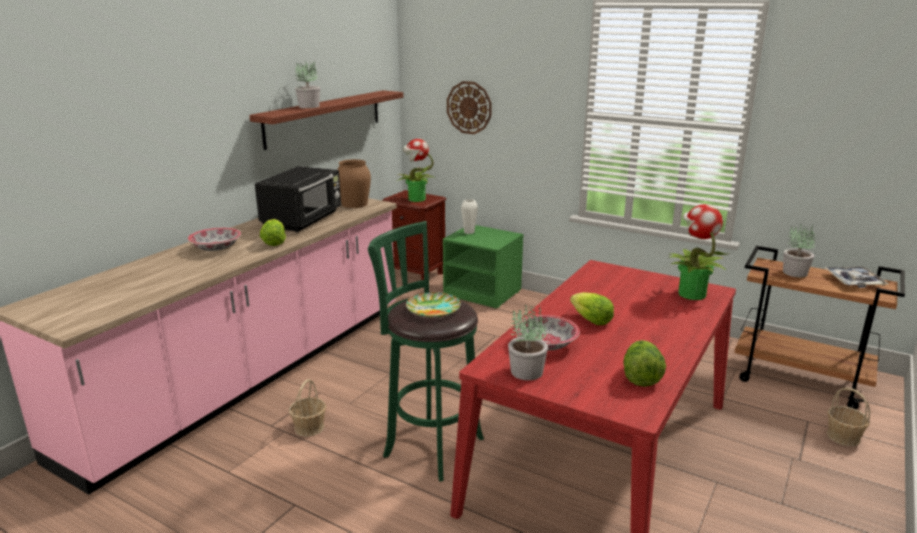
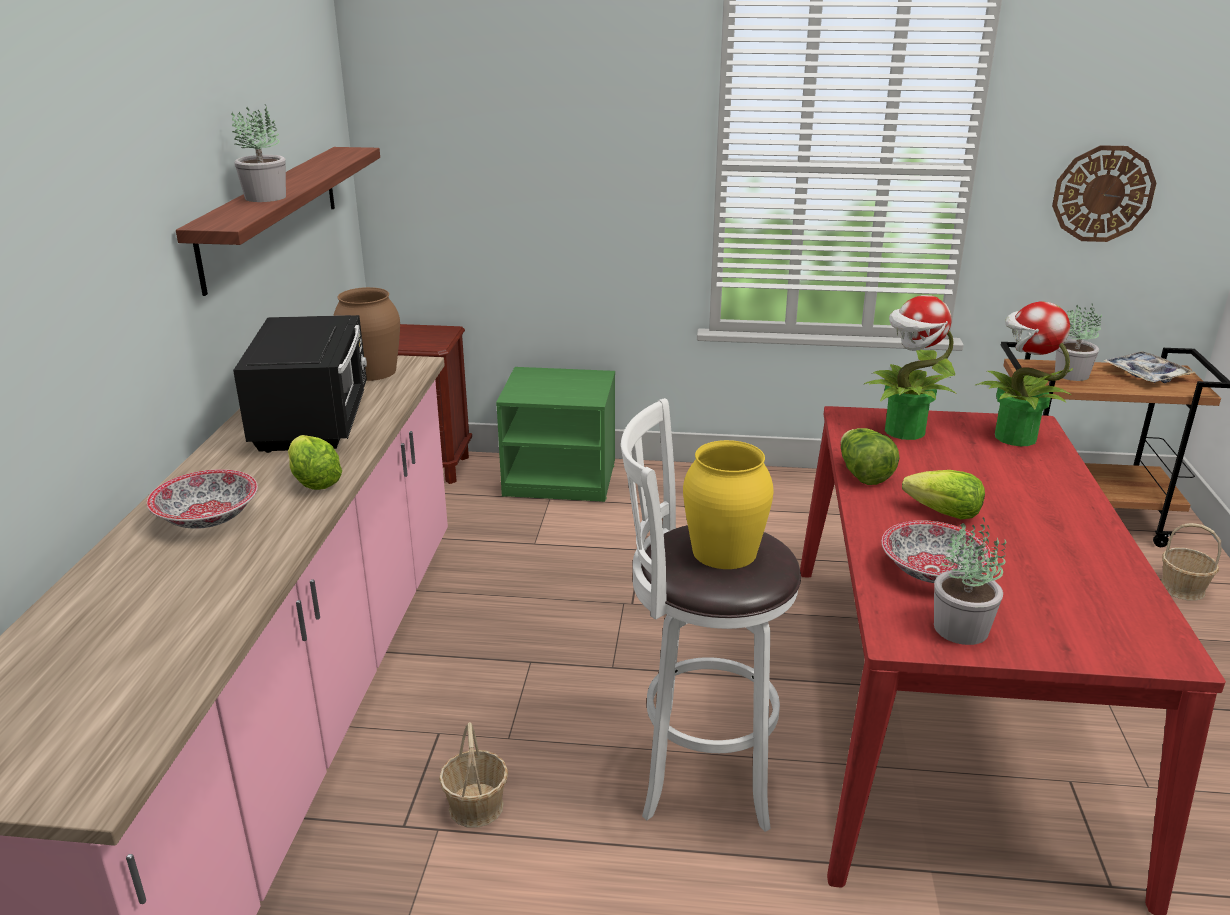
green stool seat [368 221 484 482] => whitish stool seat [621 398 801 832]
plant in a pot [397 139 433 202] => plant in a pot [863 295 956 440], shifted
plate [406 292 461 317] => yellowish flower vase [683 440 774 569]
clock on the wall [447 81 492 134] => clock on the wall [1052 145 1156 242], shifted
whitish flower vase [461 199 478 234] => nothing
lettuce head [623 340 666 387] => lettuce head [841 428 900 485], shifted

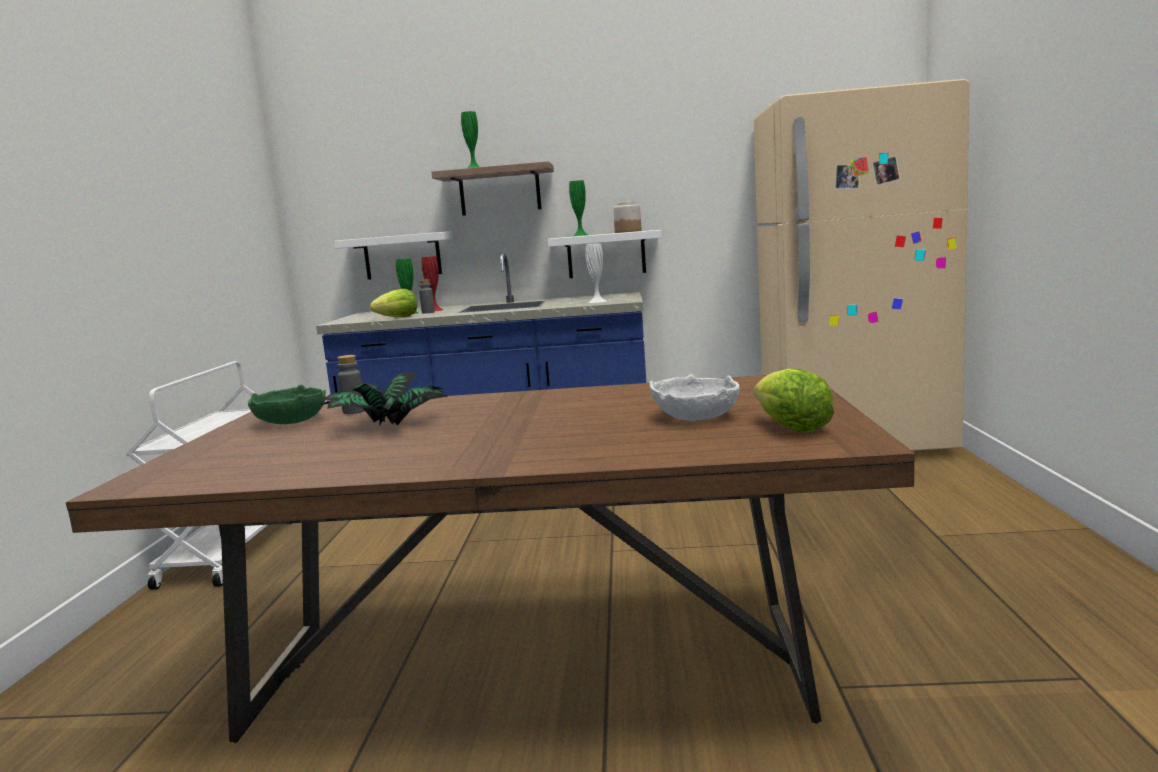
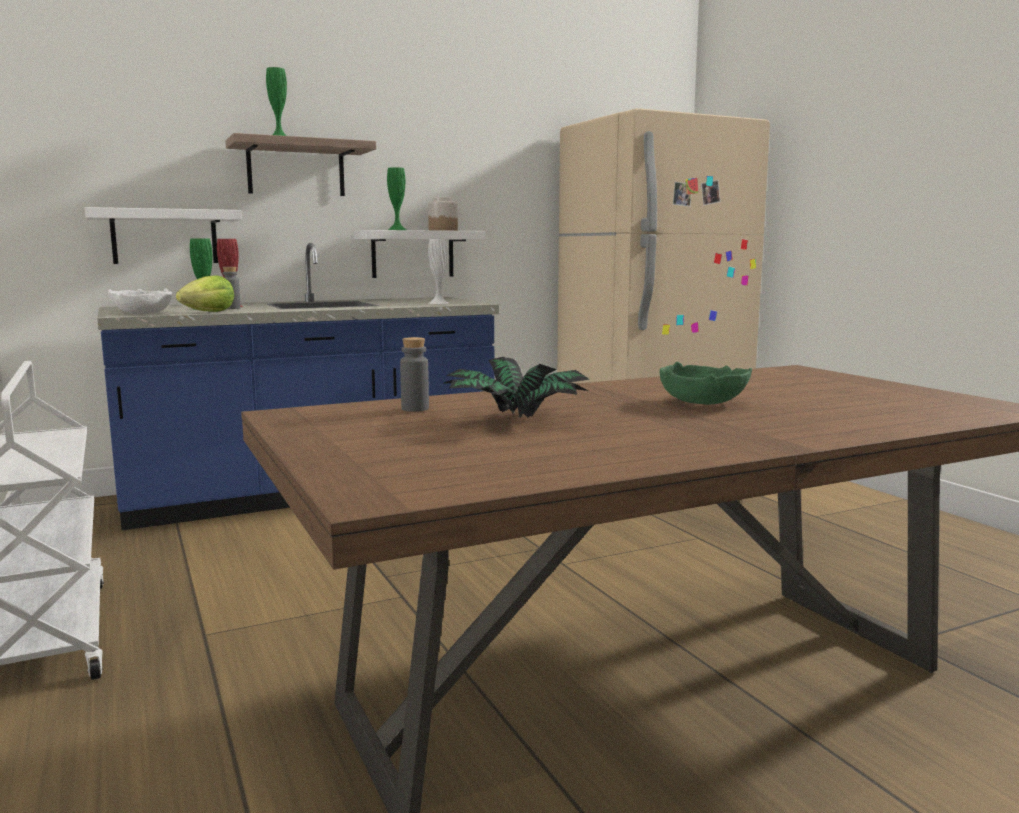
green deep dish [248 385 326 424] => green deep dish [660 362 752 405], shifted
whitish deep dish [649 374 740 421] => whitish deep dish [108 289 172 314], shifted
lettuce head [754 368 834 432] => nothing

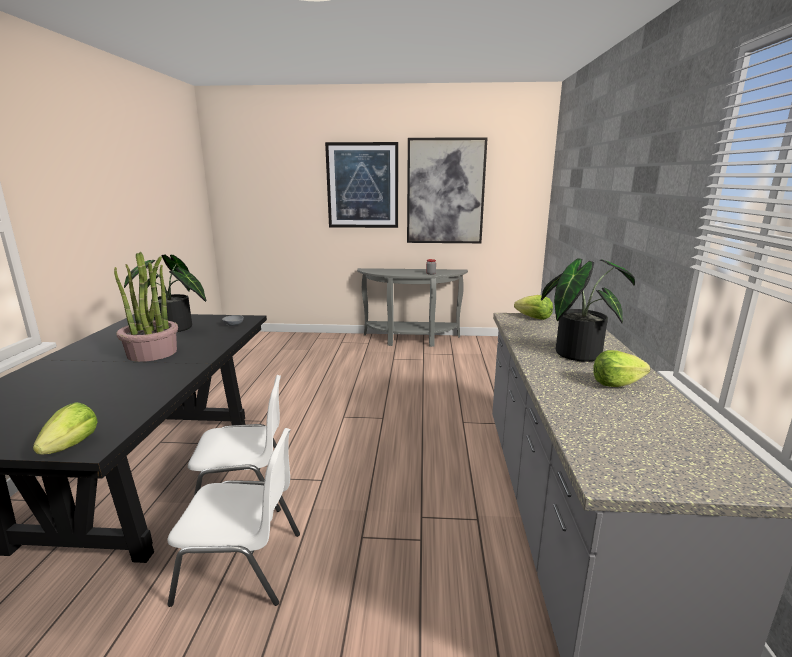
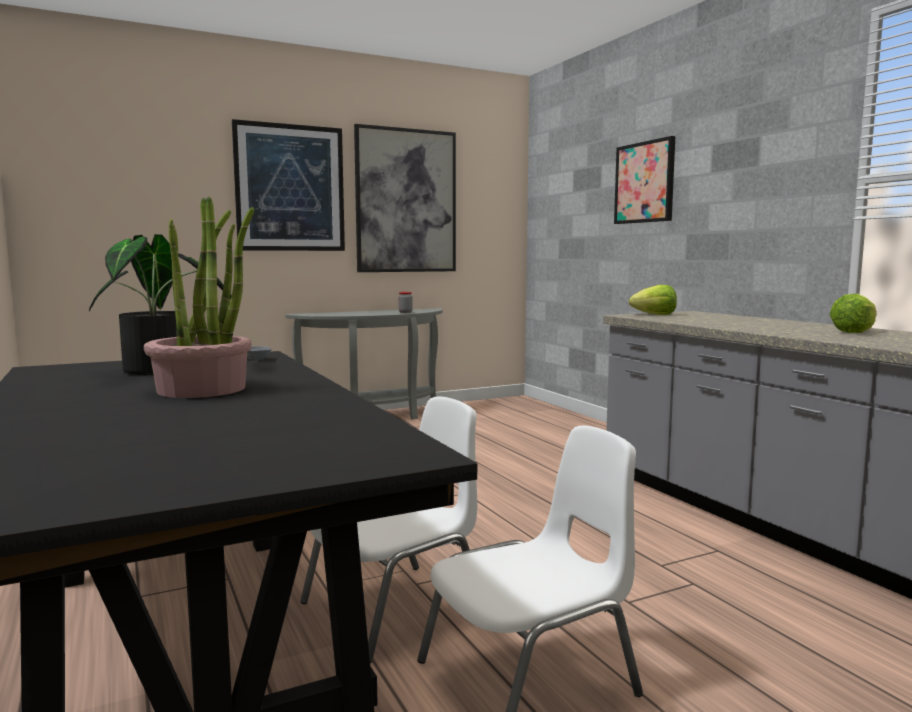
lettuce head [33 402 97 454] => nothing
plant in a pot [541 258 635 362] => nothing
nothing => wall art [614 136 675 224]

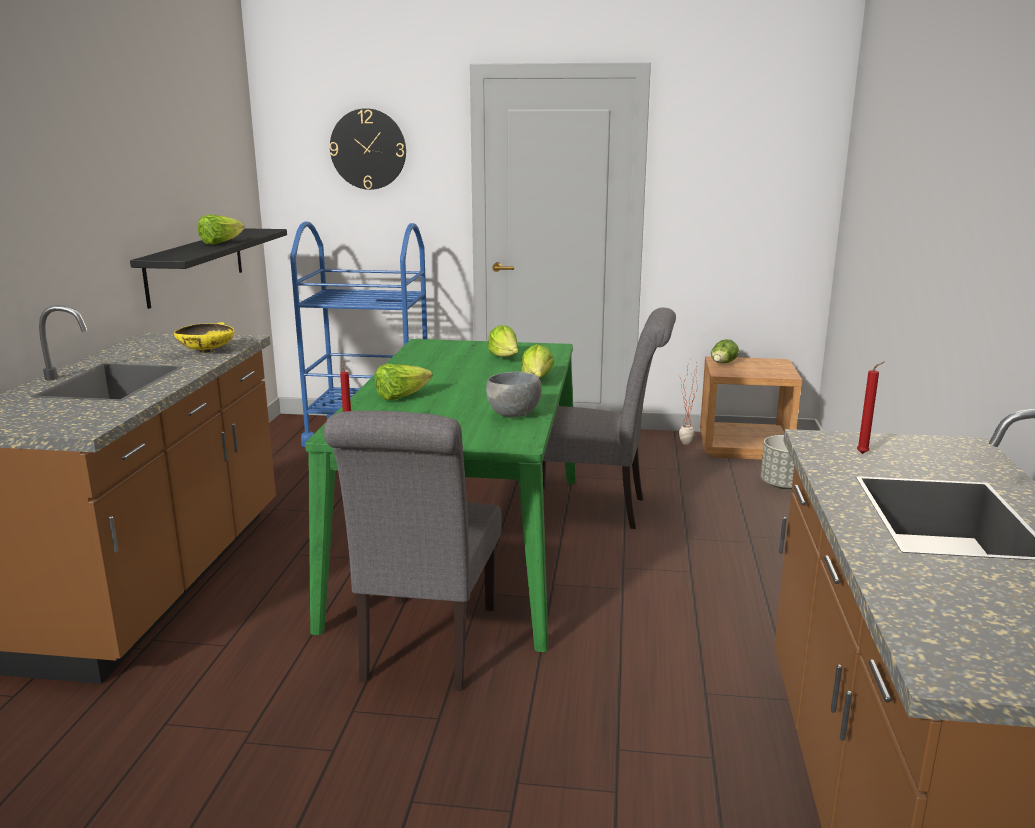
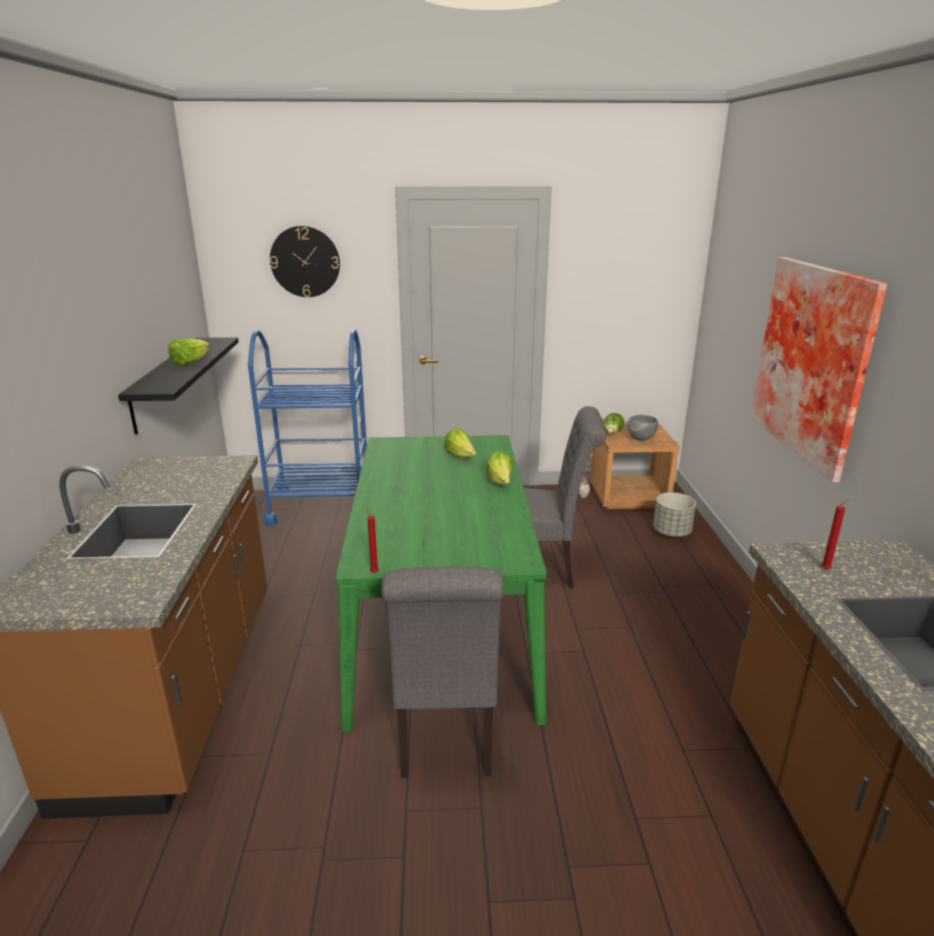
yellowish deep dish [174 322 235 353] => nothing
lettuce head [375 364 433 400] => nothing
grey deep dish [486 371 542 417] => grey deep dish [627 415 658 440], shifted
nothing => wall art [750 257 887 482]

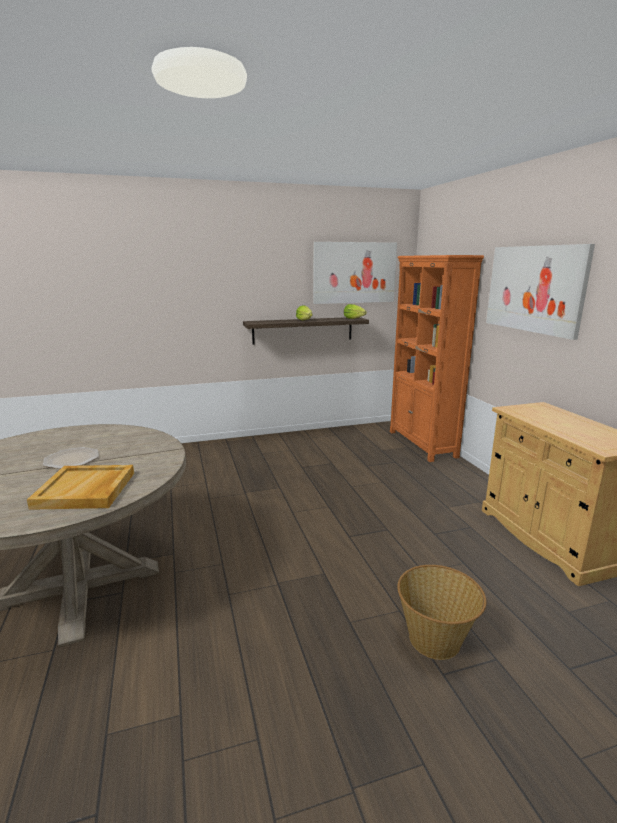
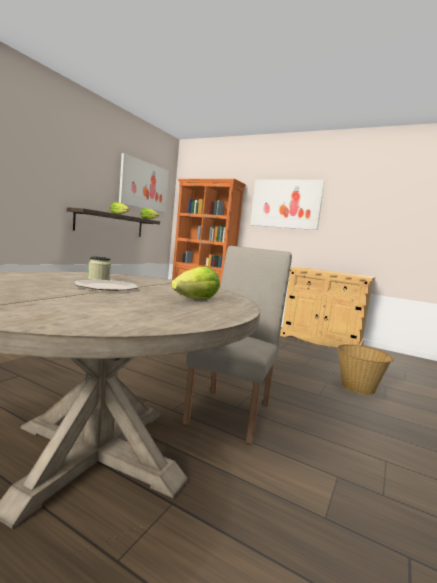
beige-coloured carrying tray [27 465 134 510] => lettuce head [171 266 220 299]
nothing => preserve jar [88 256 111 280]
nothing => beige-coloured chair [182 246 292 444]

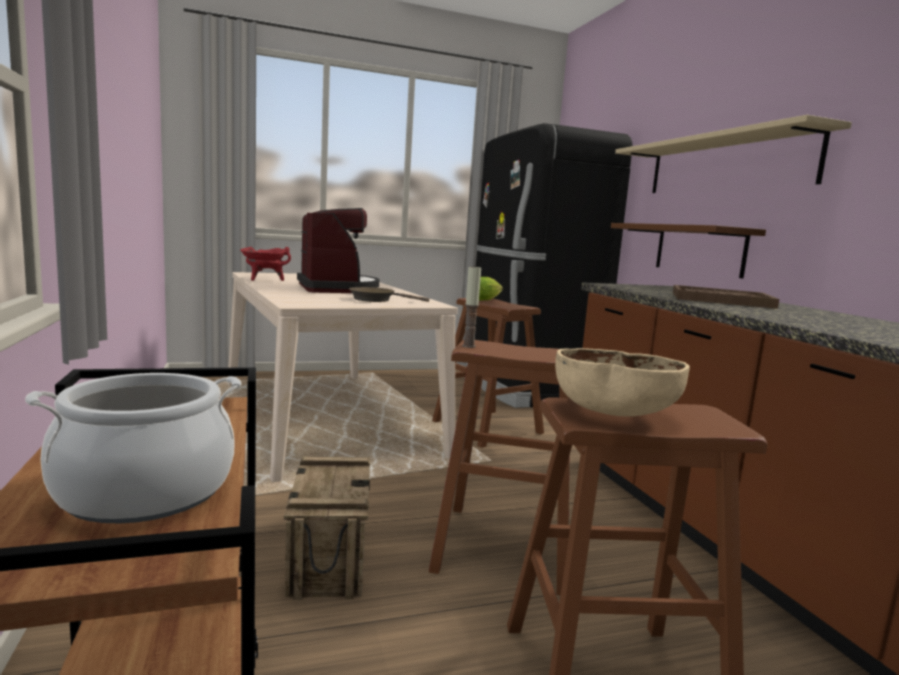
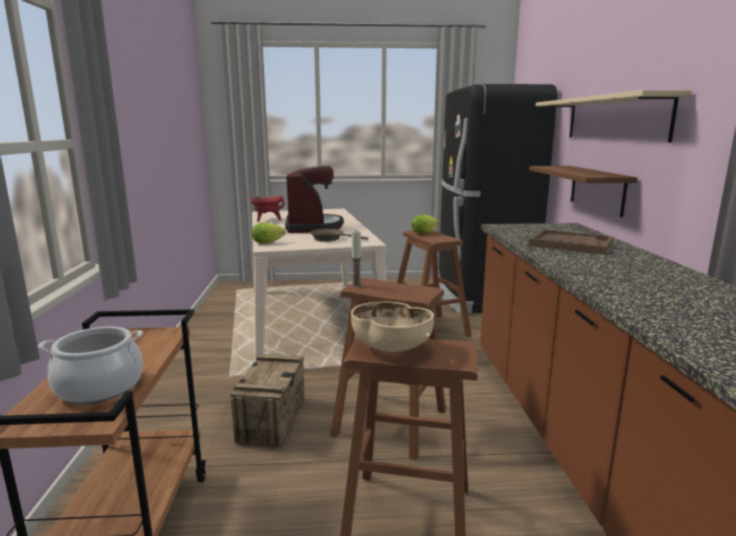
nothing => lettuce head [252 223 286 243]

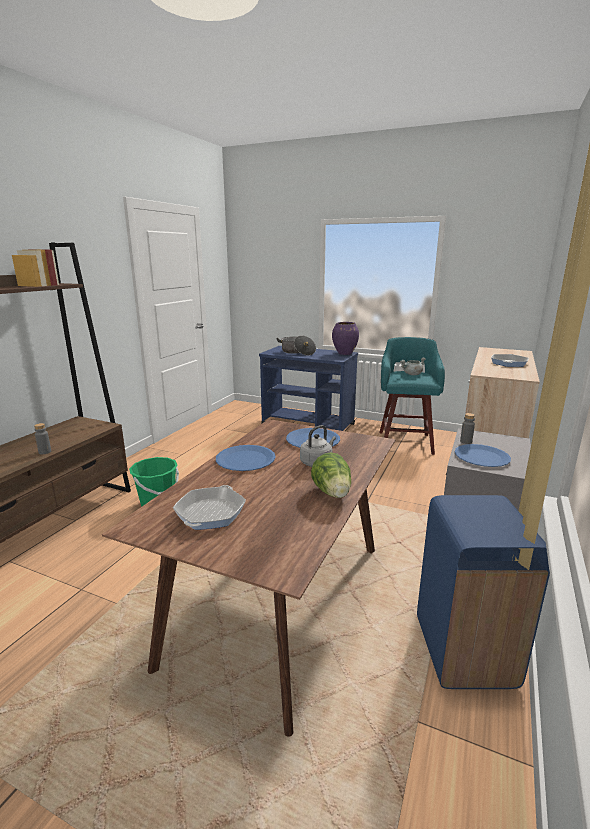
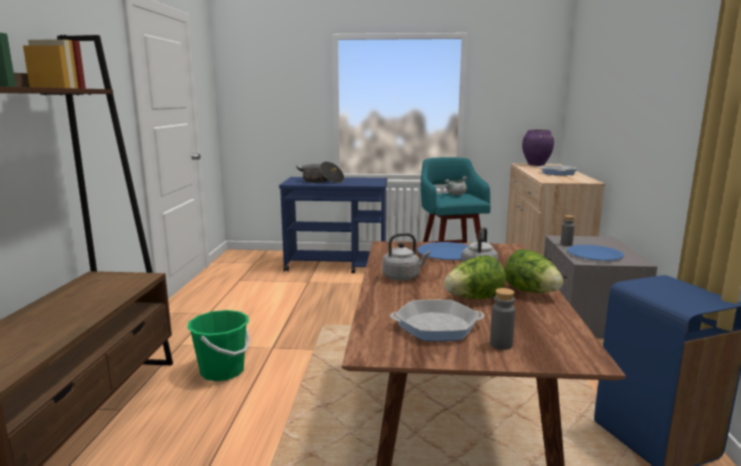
grey bottle [34 423 51 454] => grey bottle [490 288 515 350], shifted
pan [173 485 246 530] => pan [390 300 485 341], 90 degrees counterclockwise
blue plate [216 445 276 471] => grey water kettle [382 233 430 281]
purple flower vase [332 322 359 355] => purple flower vase [522 130 554 166], shifted
nothing => lettuce head [444 255 506 299]

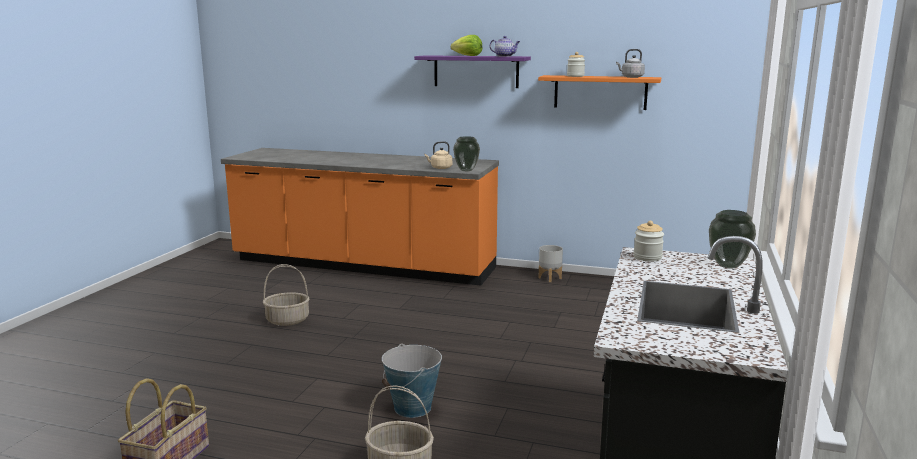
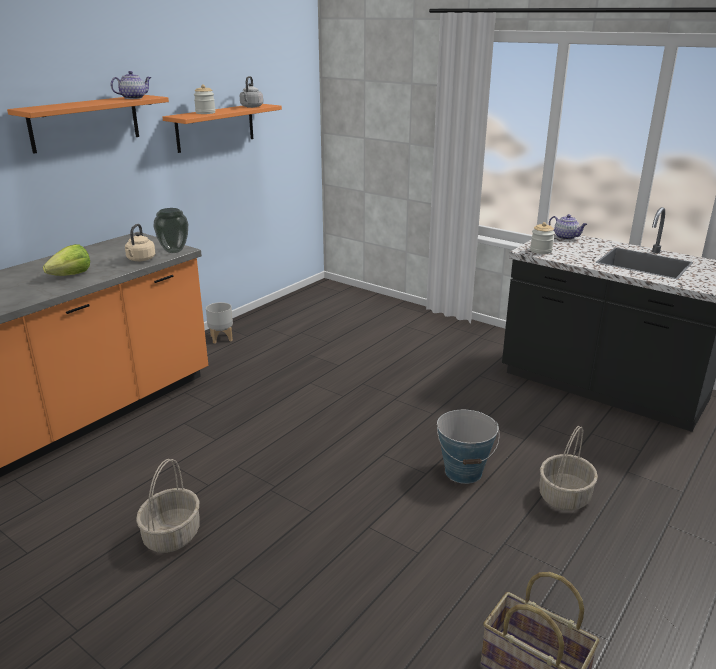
purple wall shelf [414 55 531 88] => orangey wall shelf [7 95 169 154]
lettuce head [451 35 482 56] => lettuce head [43 244 90 276], shifted
flower vase [709 210 756 269] => pot for tea [549 214 587 240]

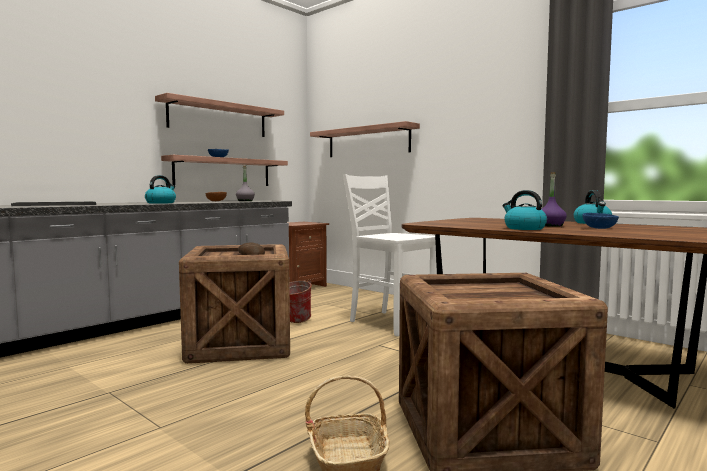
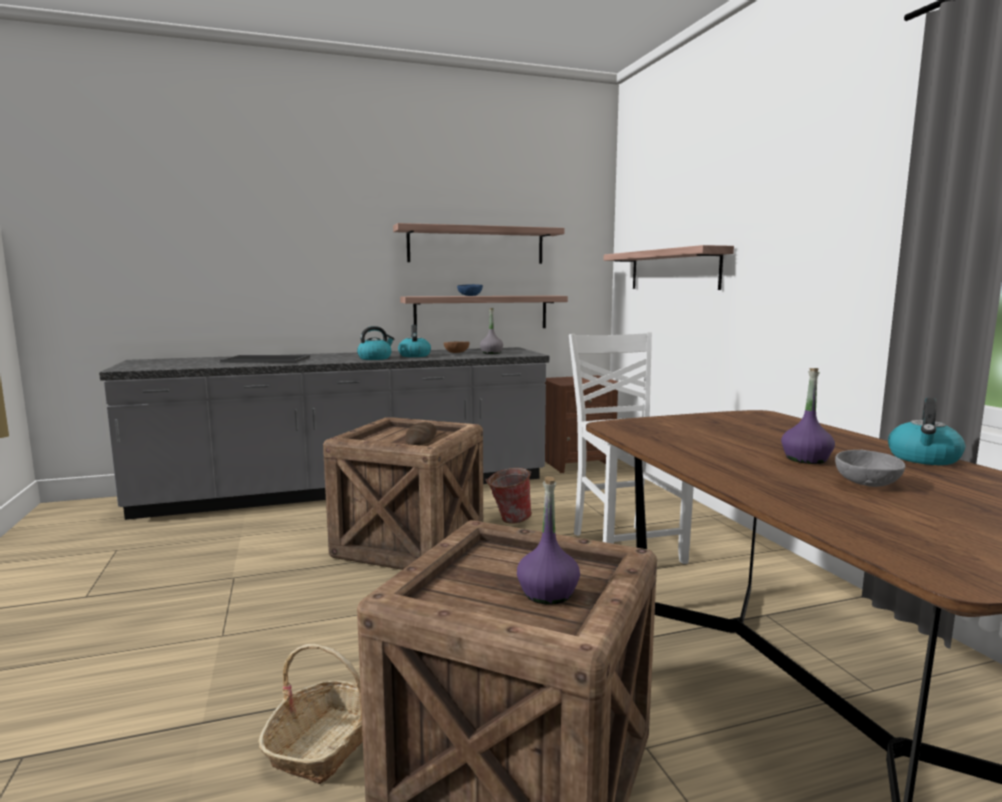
water kettle [503 190 547 230] => water kettle [398 325 431 357], shifted
blue deep dish [583 213 619 229] => grey deep dish [835 450 906 487]
nothing => purple bottle [517 476 580 605]

